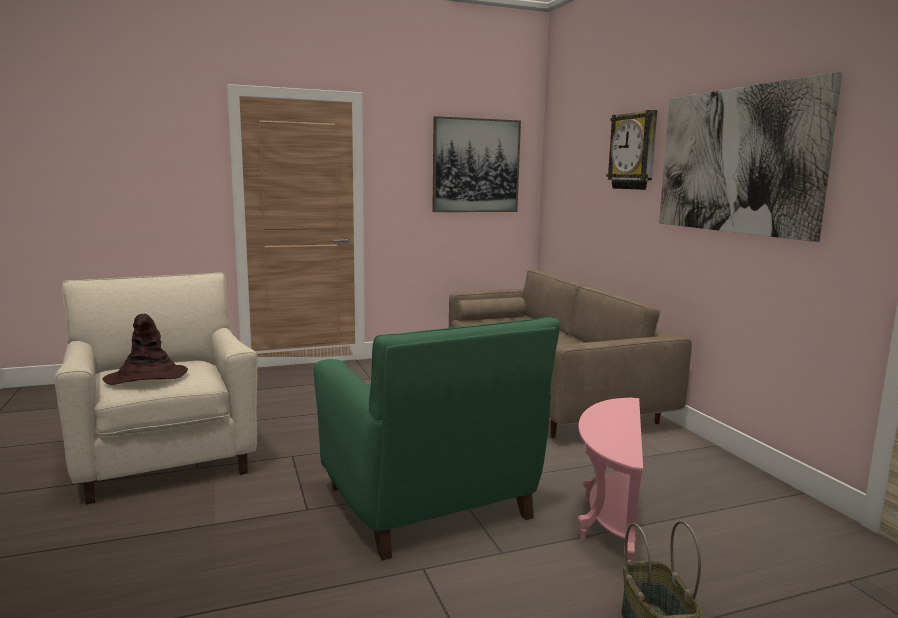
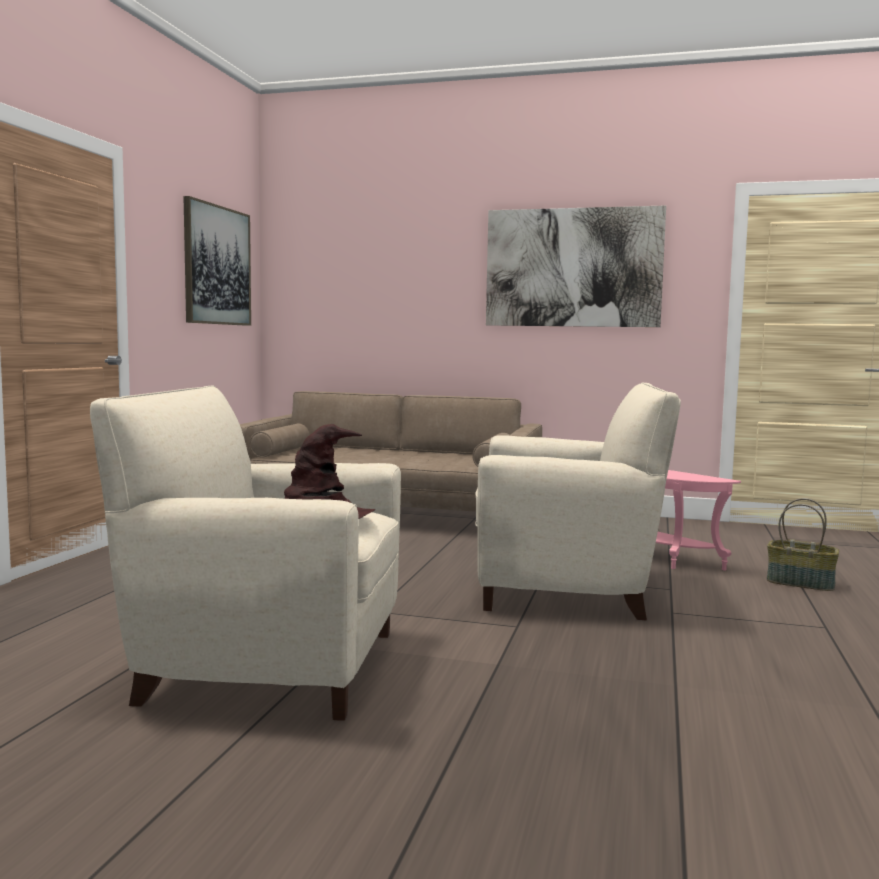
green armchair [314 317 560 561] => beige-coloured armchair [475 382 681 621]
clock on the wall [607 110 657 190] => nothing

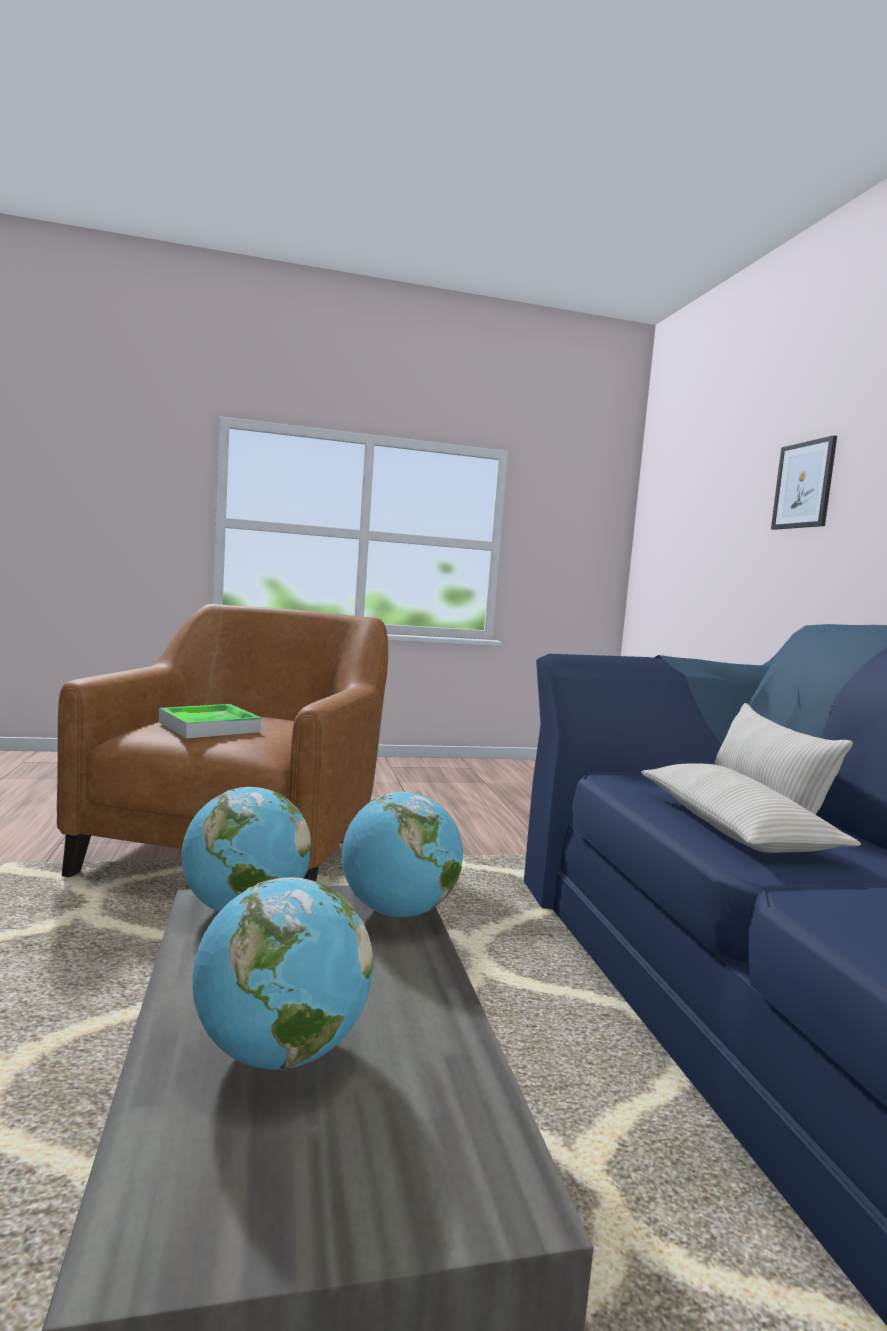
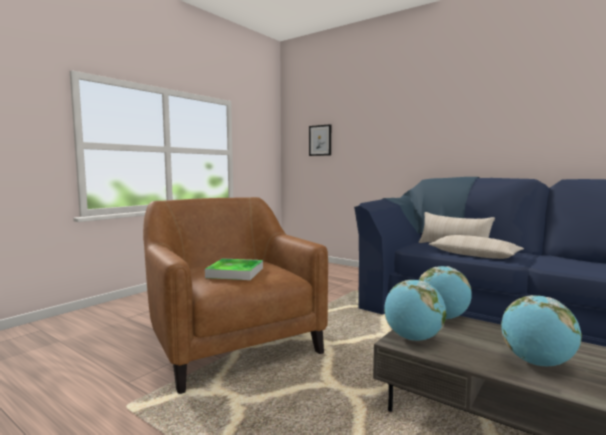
wall art [771 435 837 530] => wall art [309 124 331 156], shifted

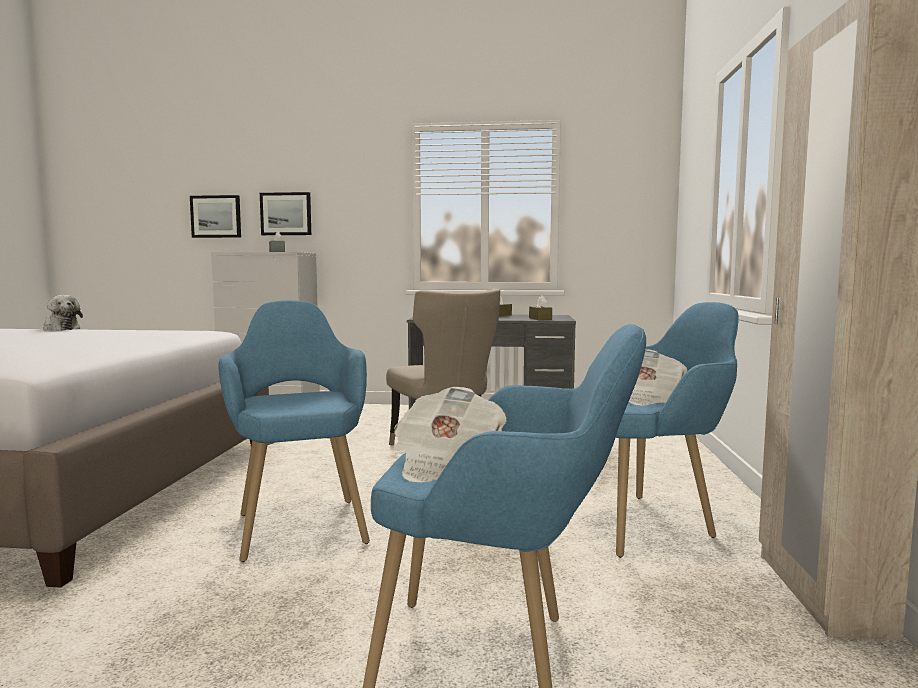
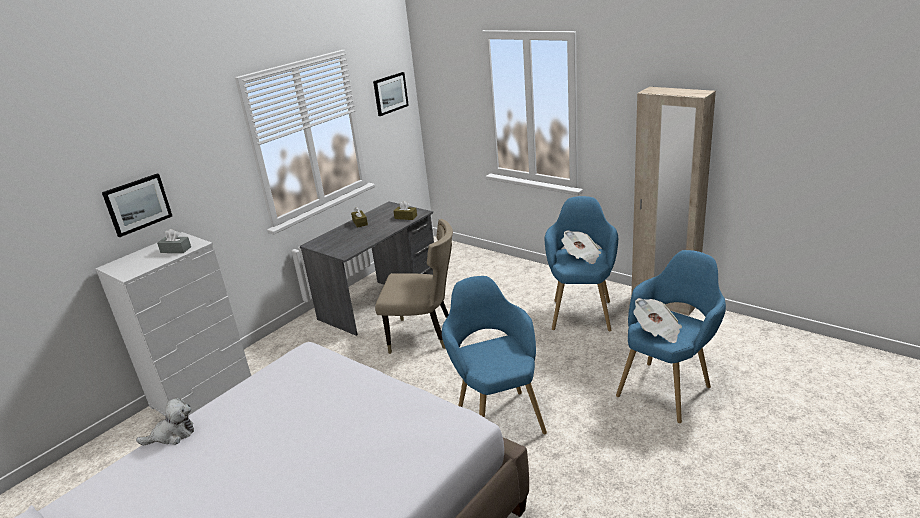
wall art [190 195 241 238] => wall art [373 72 409 116], shifted
blue armchair [218 300 370 562] => blue armchair [442 276 547 435], 60 degrees clockwise

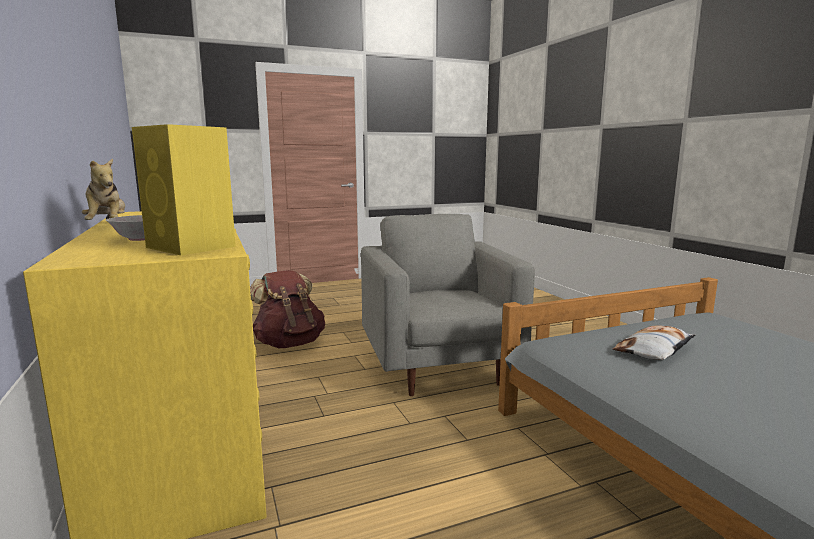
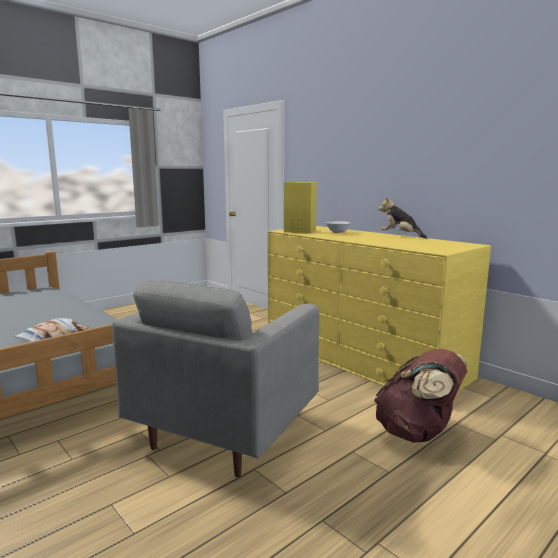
grey armchair [361 214 535 396] => grey armchair [112 281 319 477], 60 degrees clockwise

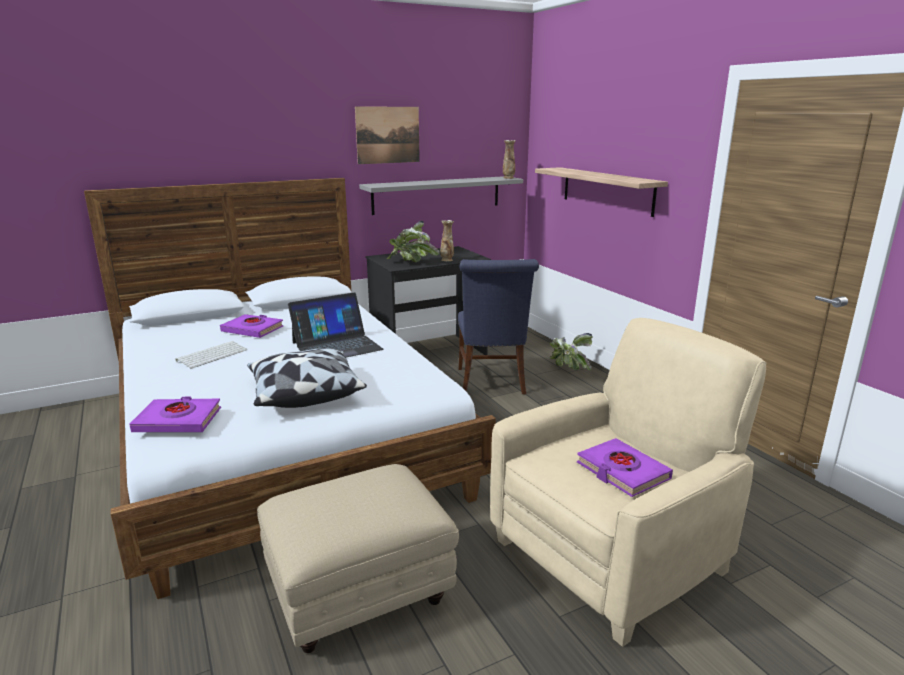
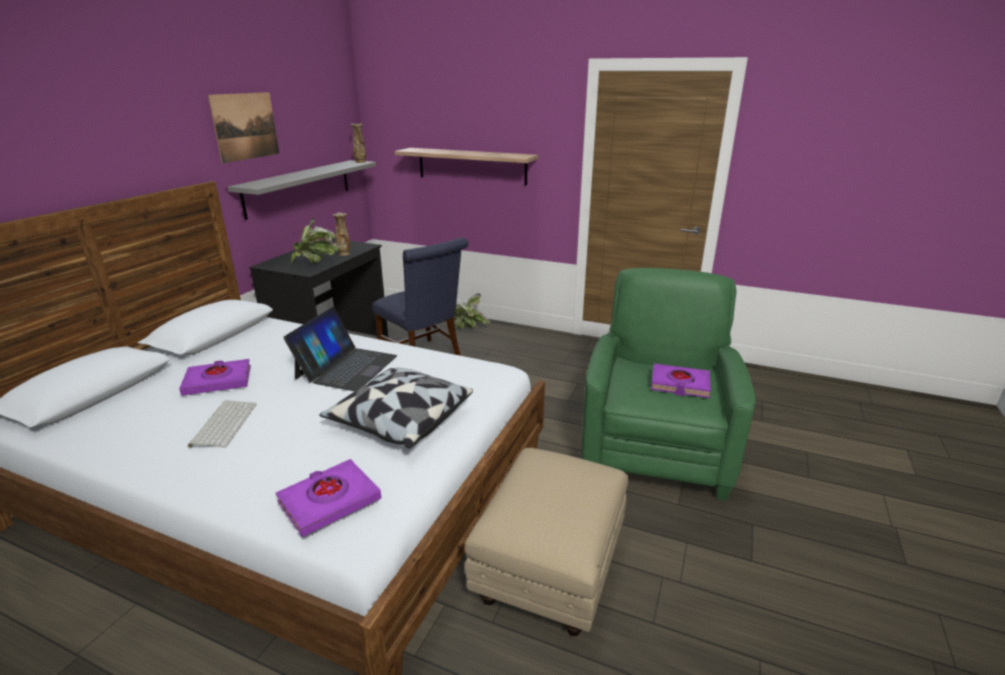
beige-coloured armchair [490 318 766 647] => green armchair [582 268 756 501]

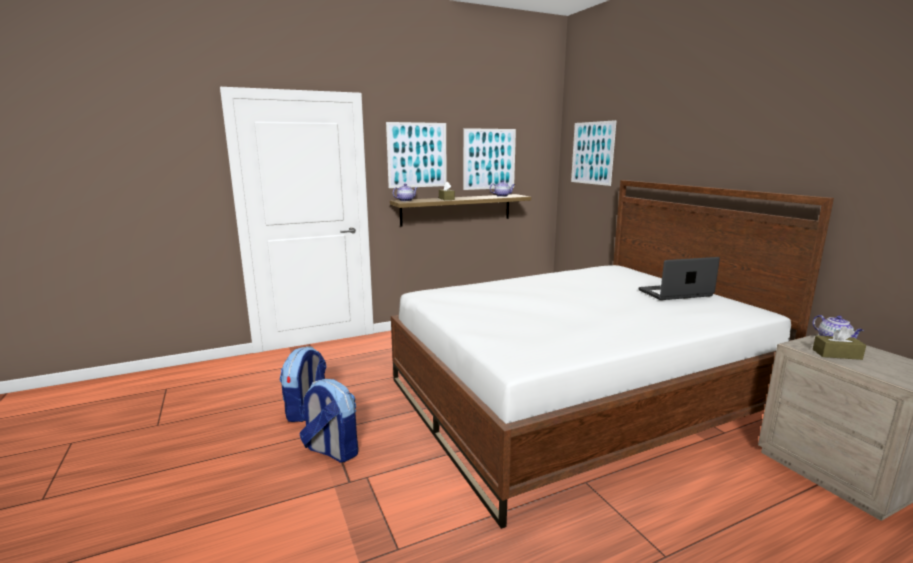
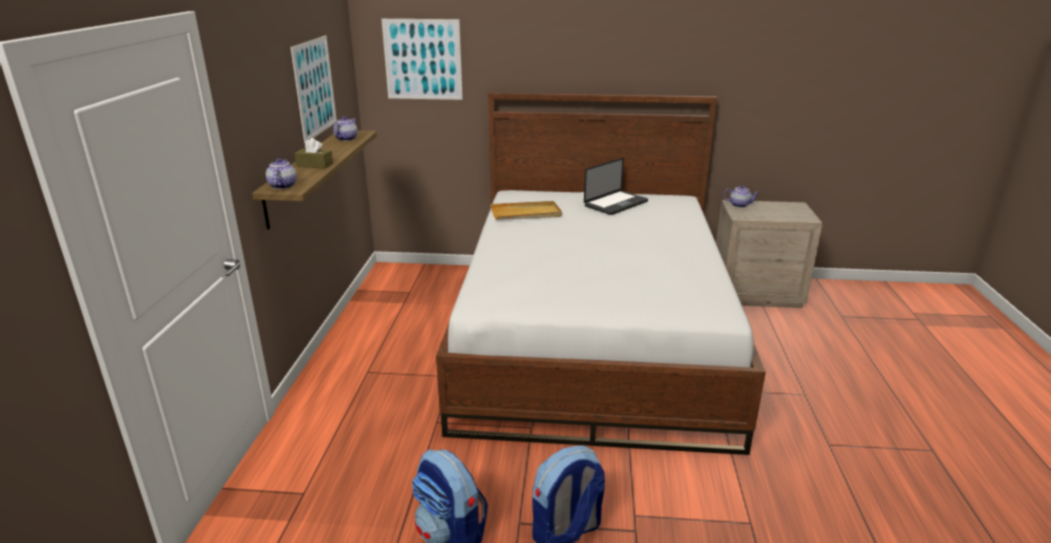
wall art [386 122 447 188] => nothing
notebook computer [639 257 720 300] => notebook computer [584 158 648 215], 150 degrees counterclockwise
brown tissue holder [813 326 866 360] => nothing
nothing => beige-coloured carrying tray [491 201 562 220]

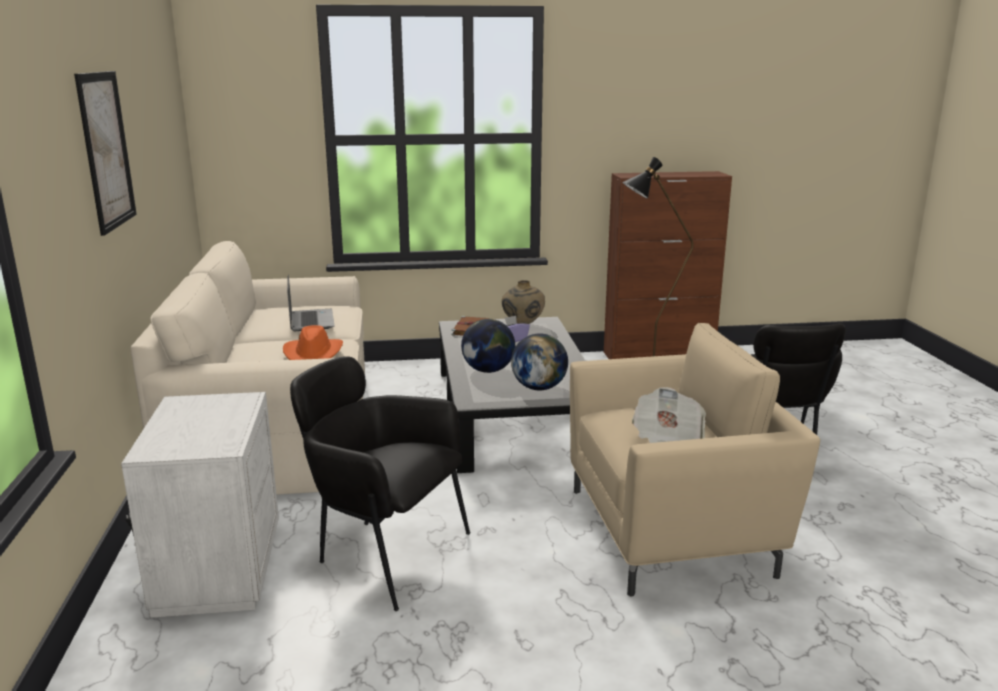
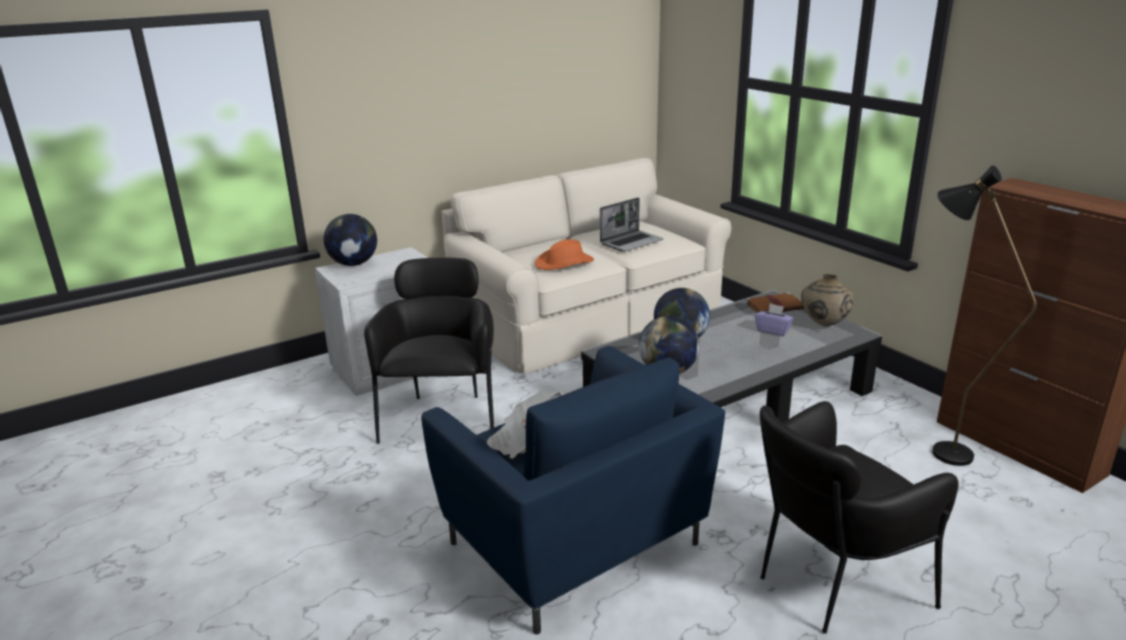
wall art [74 71 137 236] => nothing
beige-coloured armchair [570 323 820 597] => blue armchair [421 346 725 634]
nothing => globe [324 214 377 266]

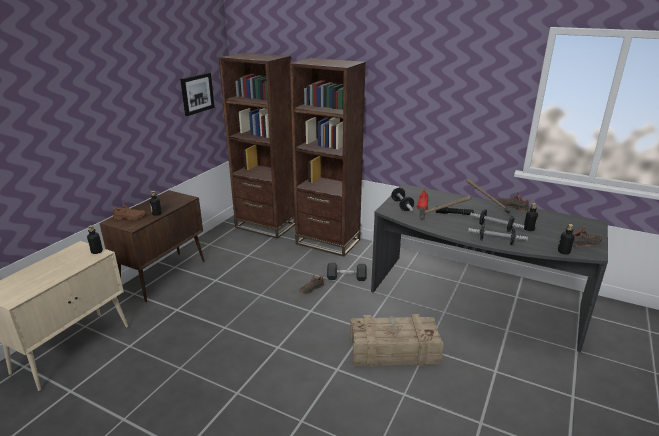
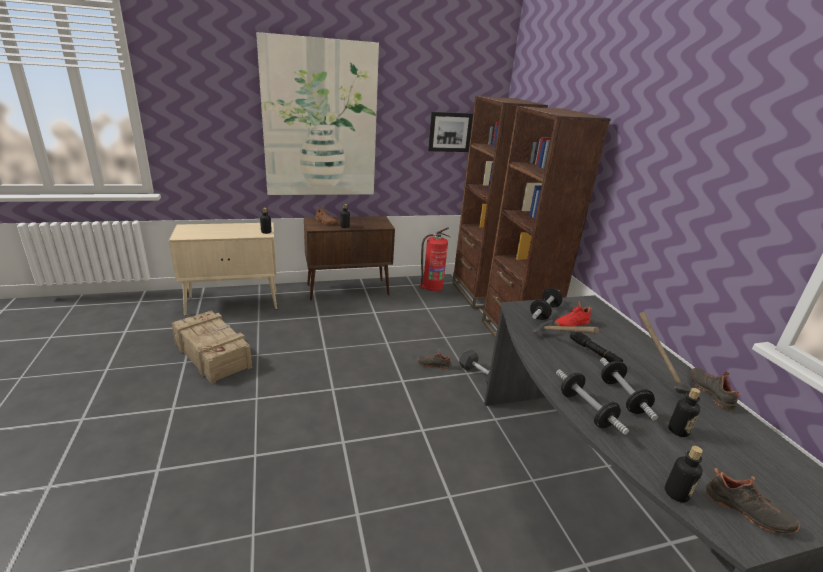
crate [350 314 443 367] => crate [172 311 252 384], shifted
nothing => wall art [256 32 379 195]
nothing => extinguisher [419 227 450 291]

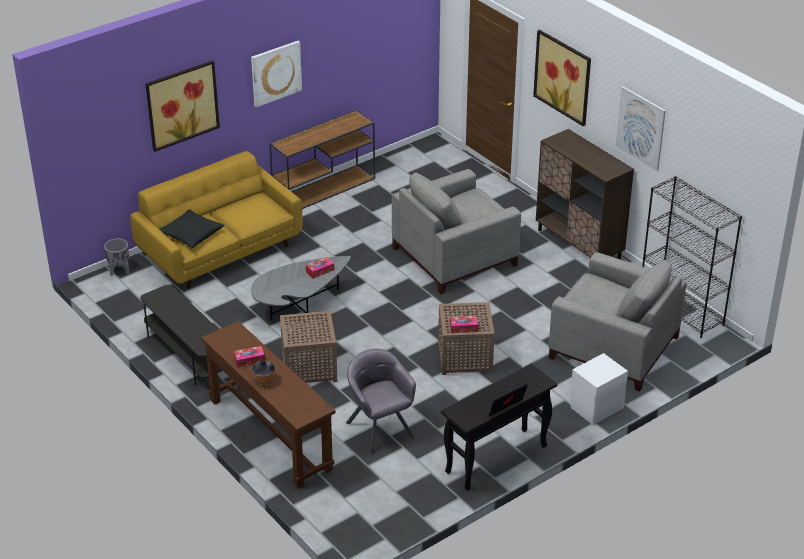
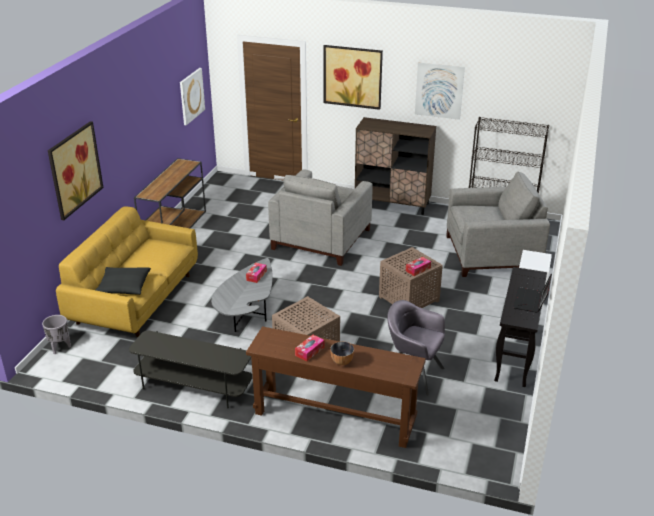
wall art [251 41 302 107] => wall art [180 68 205 125], shifted

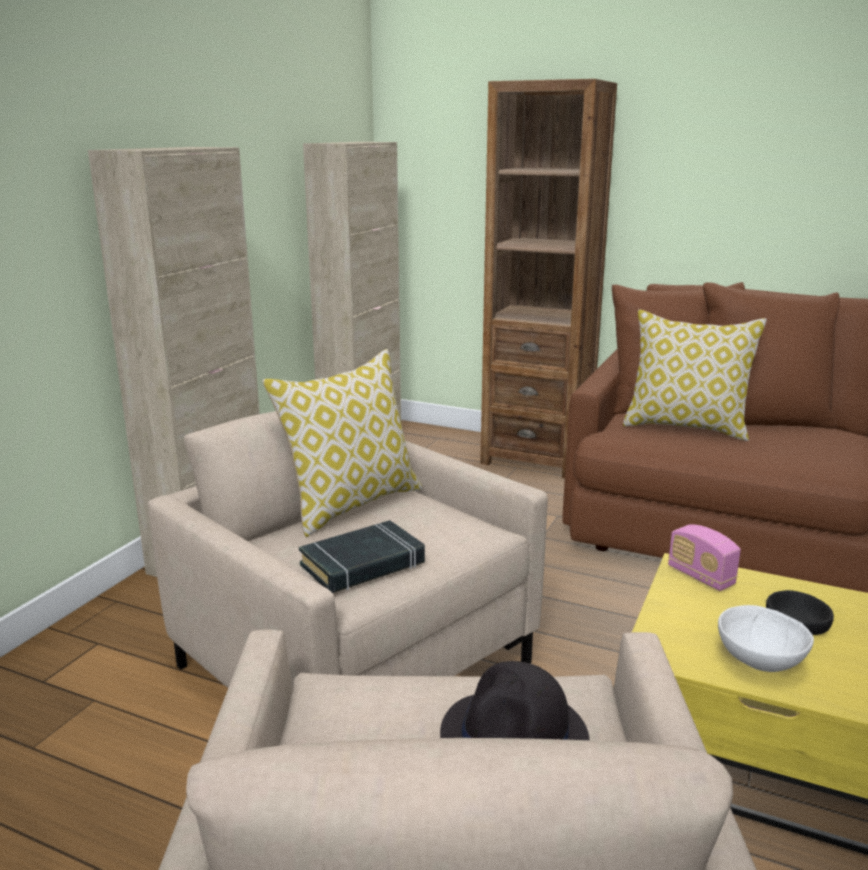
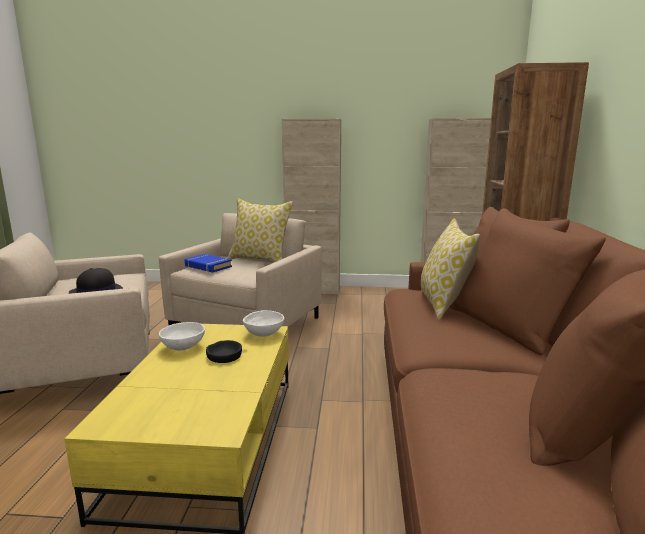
black-coloured bound book [299 520 425 593] => blue bound book [184 254 232 273]
radio receiver [668 525 741 591] => whitish deep dish [243 310 284 337]

